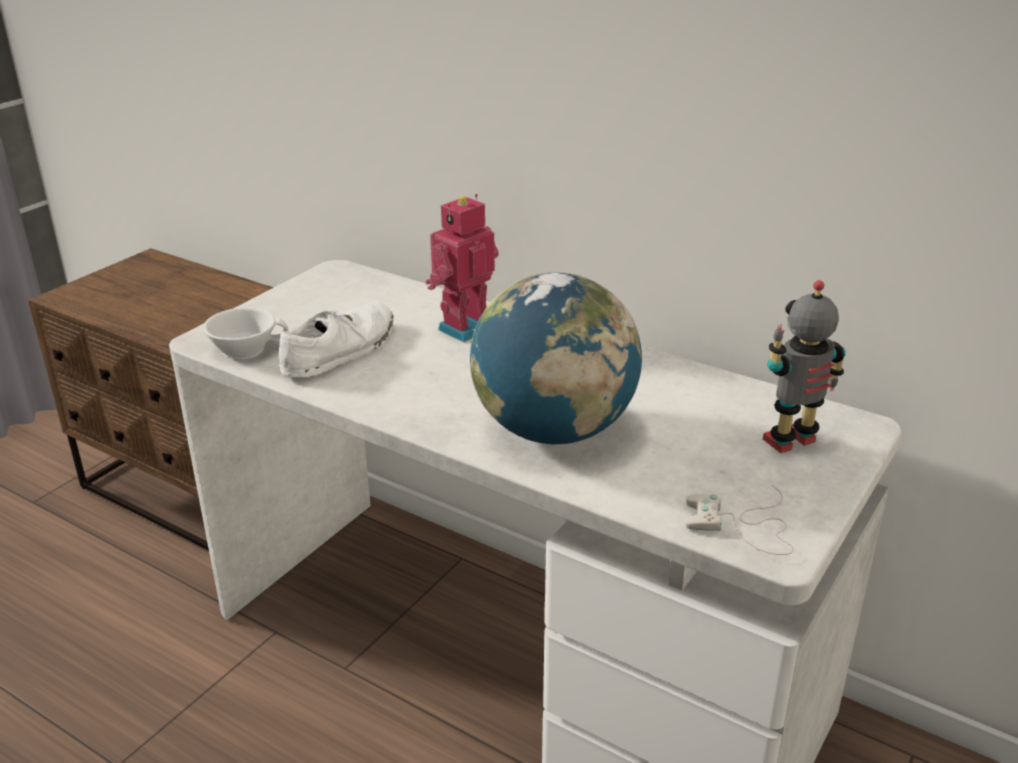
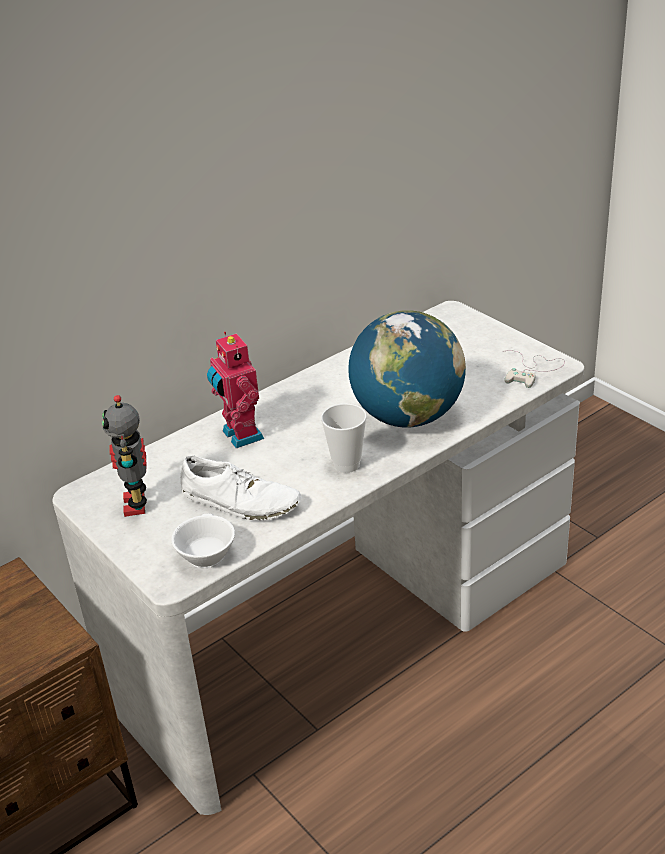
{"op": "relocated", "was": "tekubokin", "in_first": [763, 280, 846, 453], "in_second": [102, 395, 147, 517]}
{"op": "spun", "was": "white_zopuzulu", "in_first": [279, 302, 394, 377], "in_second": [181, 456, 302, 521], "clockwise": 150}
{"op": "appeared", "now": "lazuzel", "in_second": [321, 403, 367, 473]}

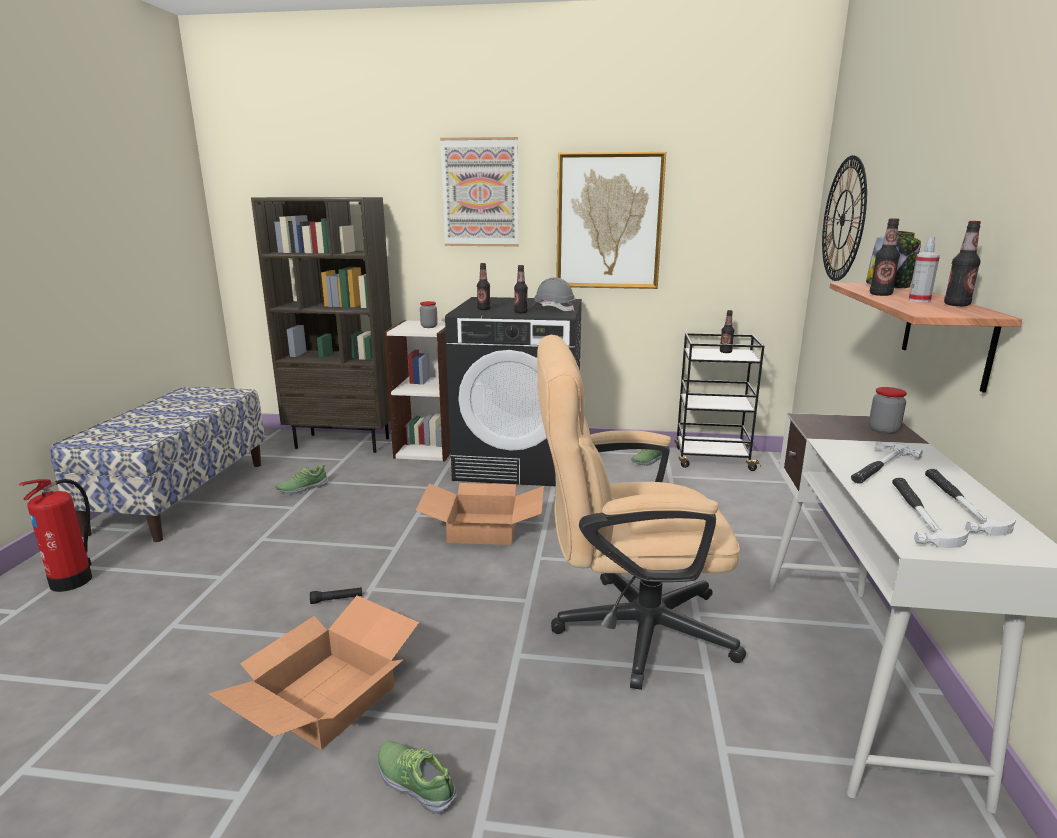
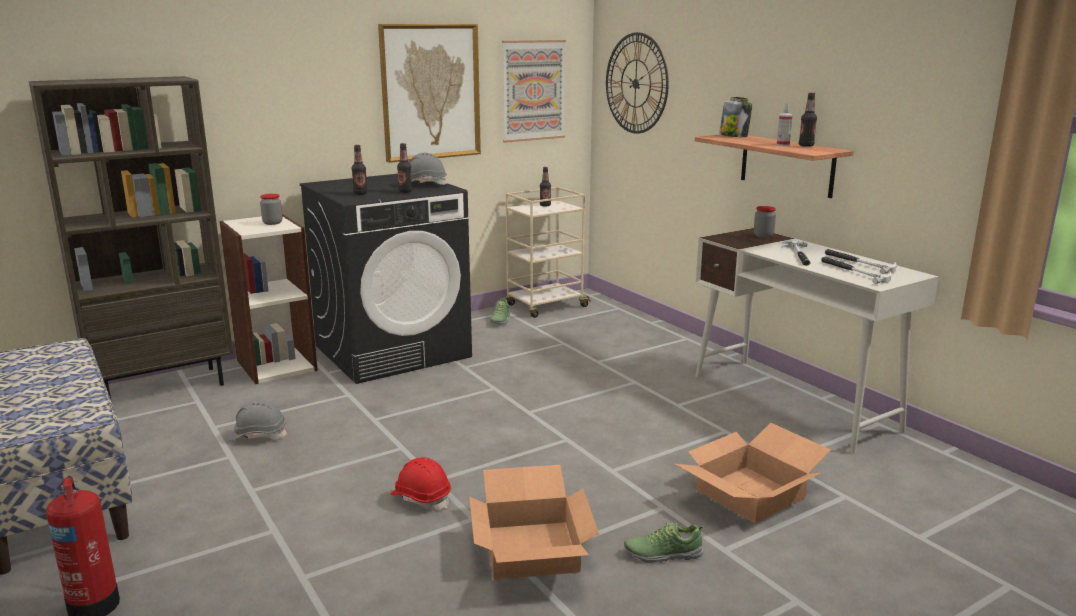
{"op": "appeared", "now": "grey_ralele", "in_second": [228, 399, 288, 441]}
{"op": "exchanged", "was": "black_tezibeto", "now": "red_ralele", "in_first": [310, 587, 362, 604], "in_second": [390, 457, 451, 511]}
{"op": "relocated", "was": "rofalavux", "in_first": [440, 137, 518, 246], "in_second": [502, 40, 566, 143]}
{"op": "colour", "was": "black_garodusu", "now": "beige_garodusu", "in_first": [675, 333, 764, 471], "in_second": [505, 187, 591, 318]}
{"op": "relocated", "was": "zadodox", "in_first": [416, 483, 544, 545], "in_second": [675, 423, 831, 524]}
{"op": "missing", "was": "zopuzulu", "in_first": [275, 465, 328, 494]}
{"op": "missing", "was": "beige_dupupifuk", "in_first": [537, 335, 746, 690]}
{"op": "missing", "was": "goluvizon", "in_first": [870, 218, 900, 296]}

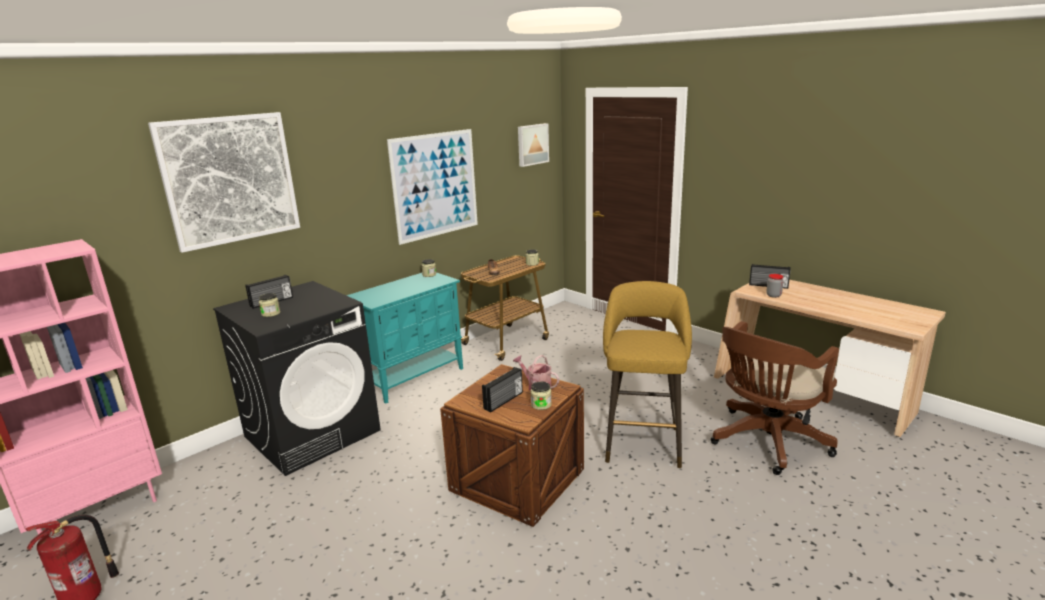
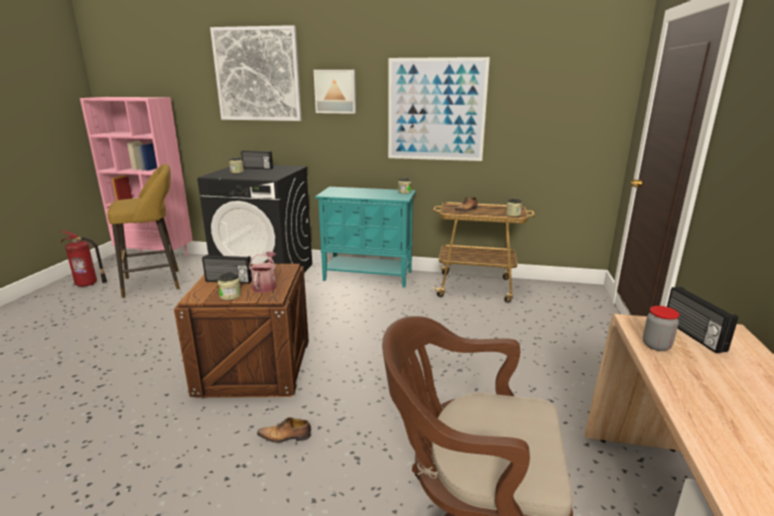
{"op": "relocated", "was": "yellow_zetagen", "in_first": [603, 281, 692, 468], "in_second": [107, 164, 180, 298]}
{"op": "appeared", "now": "zopuzulu", "in_second": [257, 417, 311, 443]}
{"op": "relocated", "was": "rofalavux", "in_first": [518, 123, 549, 167], "in_second": [314, 70, 356, 114]}

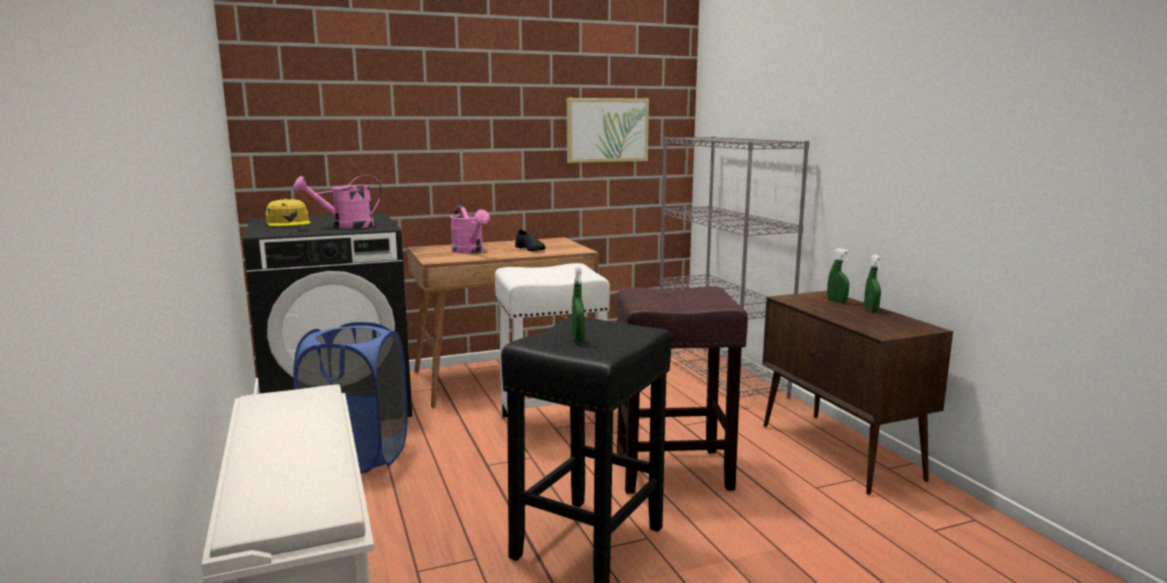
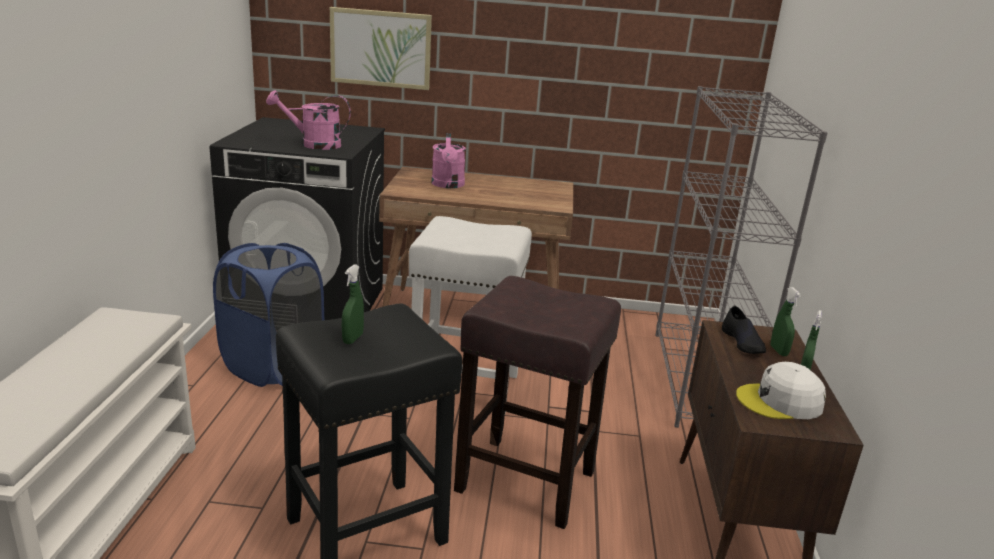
{"op": "relocated", "was": "rofalavux", "in_first": [567, 98, 649, 163], "in_second": [330, 7, 432, 90]}
{"op": "relocated", "was": "black_zopuzulu", "in_first": [515, 229, 546, 251], "in_second": [722, 306, 766, 354]}
{"op": "appeared", "now": "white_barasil", "in_second": [736, 362, 826, 419]}
{"op": "missing", "was": "yellow_barasil", "in_first": [265, 199, 311, 227]}

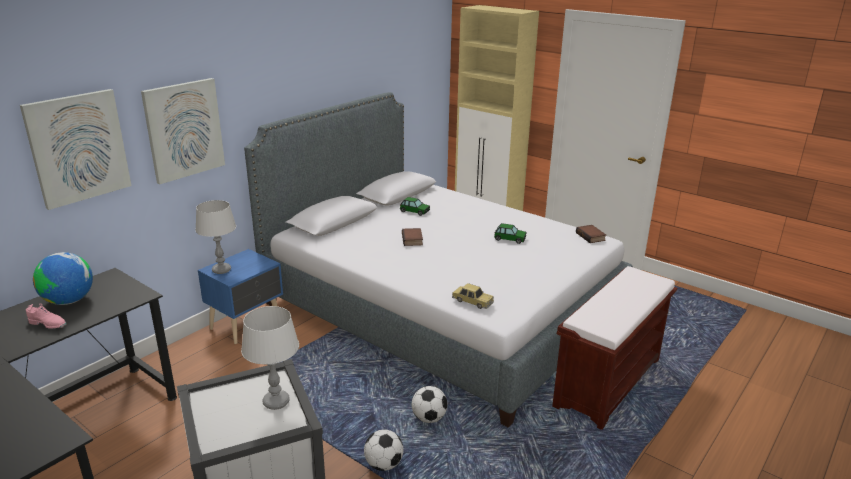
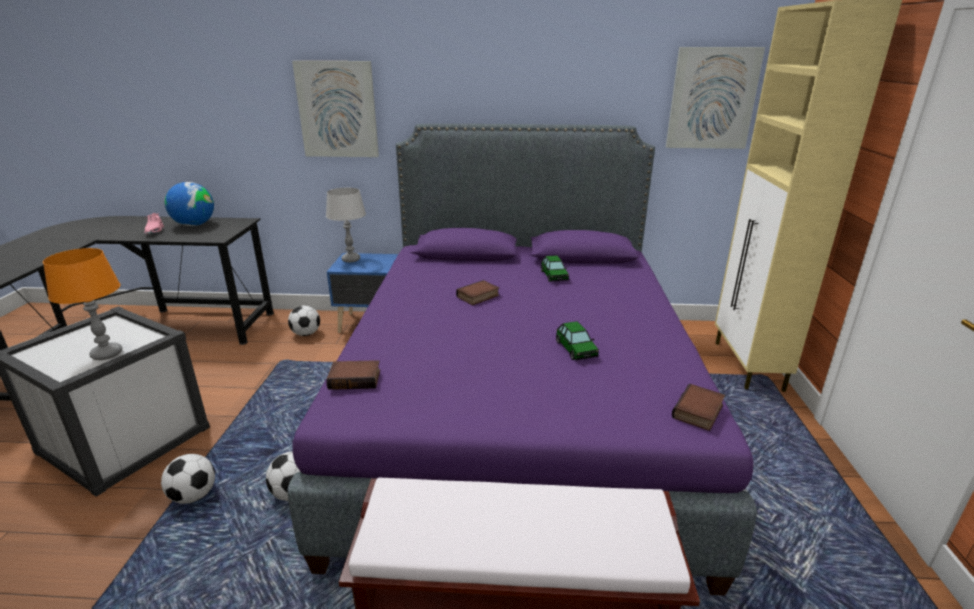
{"op": "colour", "was": "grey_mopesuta", "now": "orange_mopesuta", "in_first": [241, 306, 299, 410], "in_second": [43, 248, 123, 360]}
{"op": "colour", "was": "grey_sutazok", "now": "purple_sutazok", "in_first": [244, 92, 633, 428], "in_second": [288, 124, 757, 596]}
{"op": "appeared", "now": "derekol", "in_second": [288, 306, 320, 336]}
{"op": "exchanged", "was": "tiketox", "now": "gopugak", "in_first": [452, 283, 494, 309], "in_second": [326, 360, 380, 390]}
{"op": "relocated", "was": "rofalavux", "in_first": [20, 89, 132, 210], "in_second": [666, 47, 765, 149]}

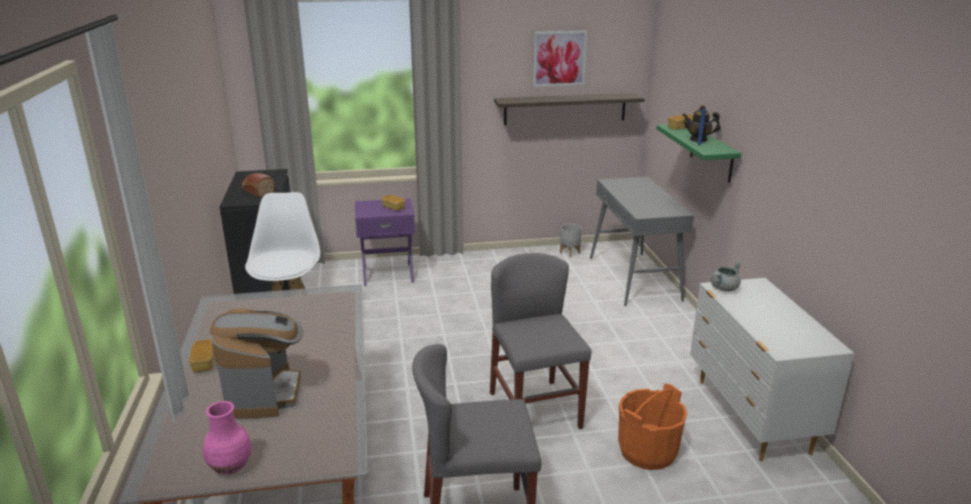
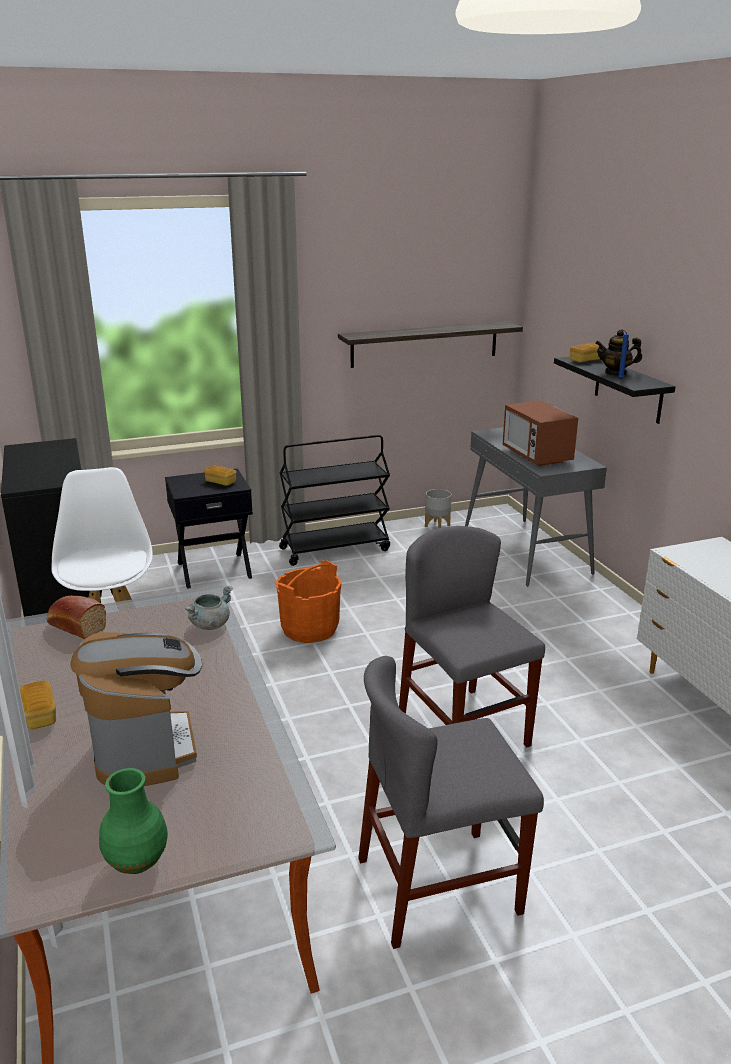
{"op": "relocated", "was": "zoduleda", "in_first": [242, 173, 274, 198], "in_second": [46, 596, 106, 639]}
{"op": "colour", "was": "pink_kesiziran", "now": "green_kesiziran", "in_first": [203, 401, 252, 475], "in_second": [99, 768, 168, 874]}
{"op": "colour", "was": "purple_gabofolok", "now": "black_gabofolok", "in_first": [355, 198, 415, 286], "in_second": [165, 469, 253, 589]}
{"op": "relocated", "was": "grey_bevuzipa", "in_first": [711, 262, 742, 292], "in_second": [185, 585, 233, 630]}
{"op": "relocated", "was": "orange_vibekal", "in_first": [618, 383, 687, 470], "in_second": [276, 560, 341, 643]}
{"op": "appeared", "now": "black_garodusu", "in_second": [279, 435, 390, 566]}
{"op": "appeared", "now": "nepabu", "in_second": [502, 401, 578, 466]}
{"op": "colour", "was": "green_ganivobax", "now": "black_ganivobax", "in_first": [656, 124, 741, 183], "in_second": [554, 357, 675, 424]}
{"op": "missing", "was": "rofalavux", "in_first": [533, 31, 587, 87]}

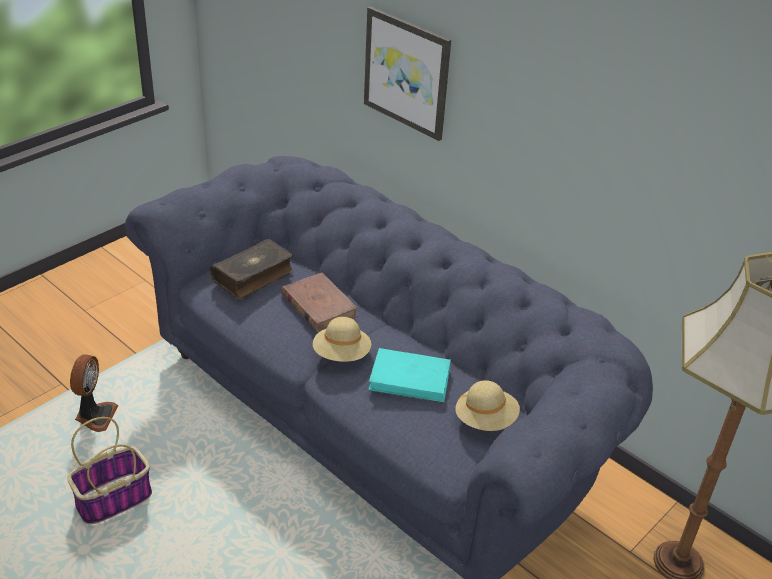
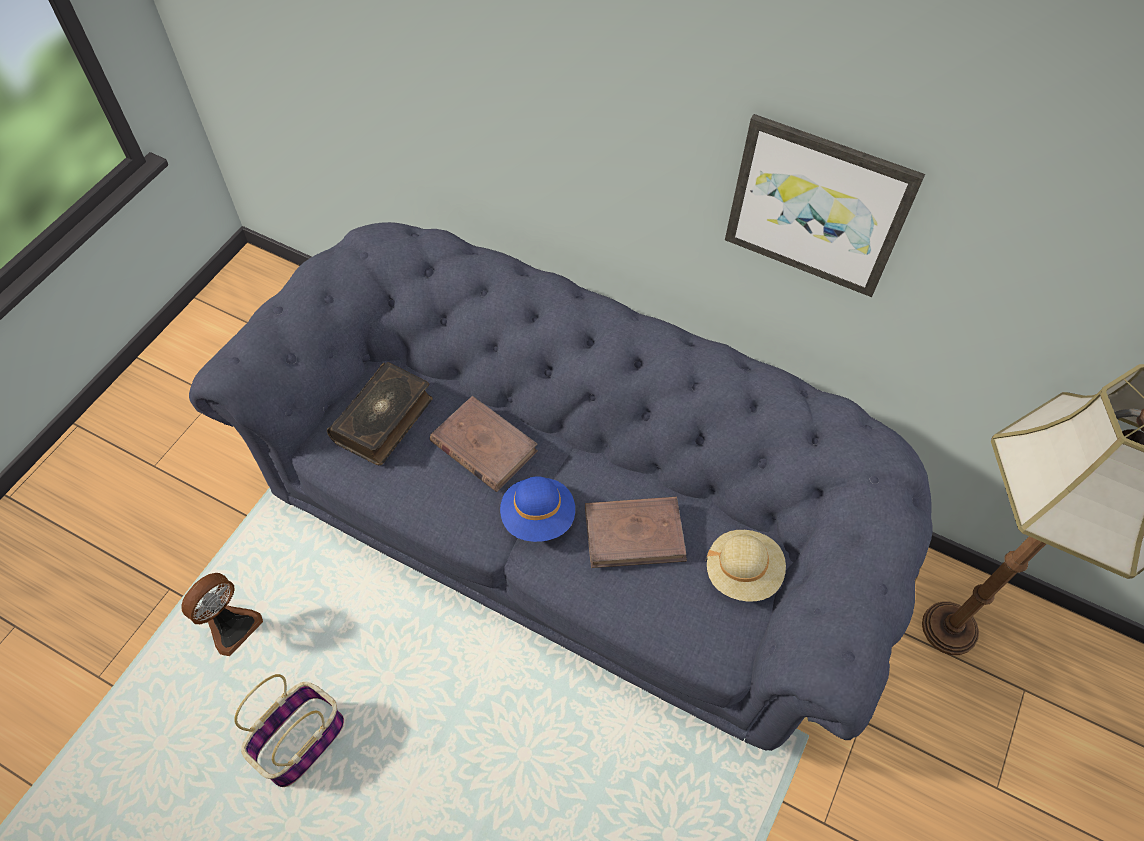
{"op": "spun", "was": "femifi", "in_first": [70, 355, 118, 432], "in_second": [181, 573, 263, 656], "clockwise": 45}
{"op": "colour", "was": "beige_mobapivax", "now": "blue_mobapivax", "in_first": [313, 317, 371, 362], "in_second": [500, 476, 575, 542]}
{"op": "colour", "was": "turquoise_gopugak", "now": "brown_gopugak", "in_first": [369, 348, 451, 403], "in_second": [585, 497, 687, 568]}
{"op": "relocated", "was": "rofalavux", "in_first": [364, 6, 451, 141], "in_second": [725, 114, 925, 297]}

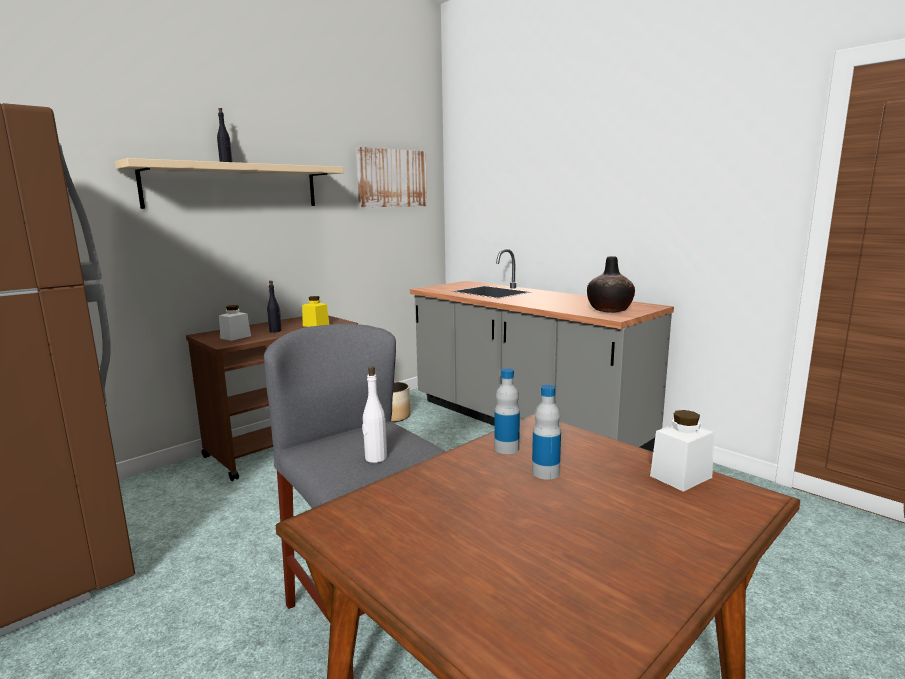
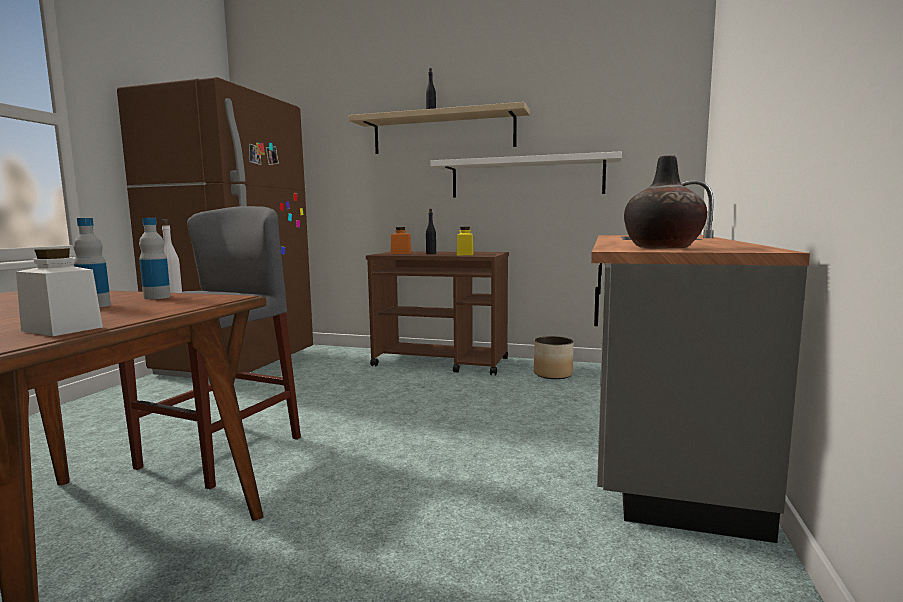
{"op": "colour", "was": "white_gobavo", "now": "orange_gobavo", "in_first": [219, 305, 251, 341], "in_second": [391, 227, 412, 254]}
{"op": "appeared", "now": "white_ganivobax", "in_second": [430, 151, 622, 198]}
{"op": "missing", "was": "rofalavux", "in_first": [356, 147, 427, 207]}

